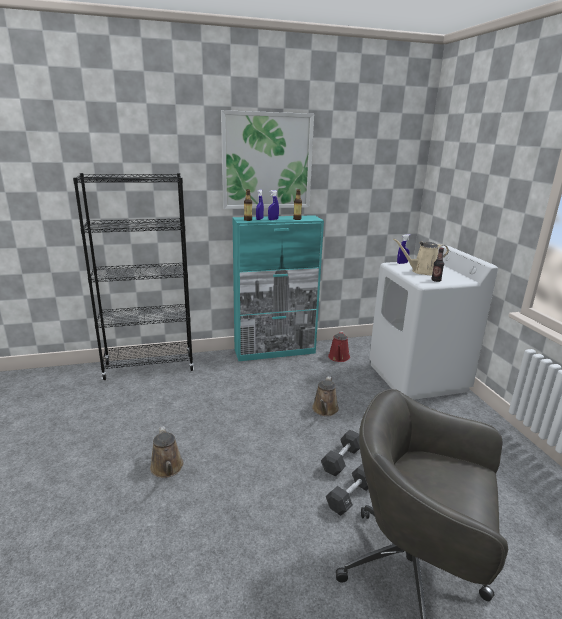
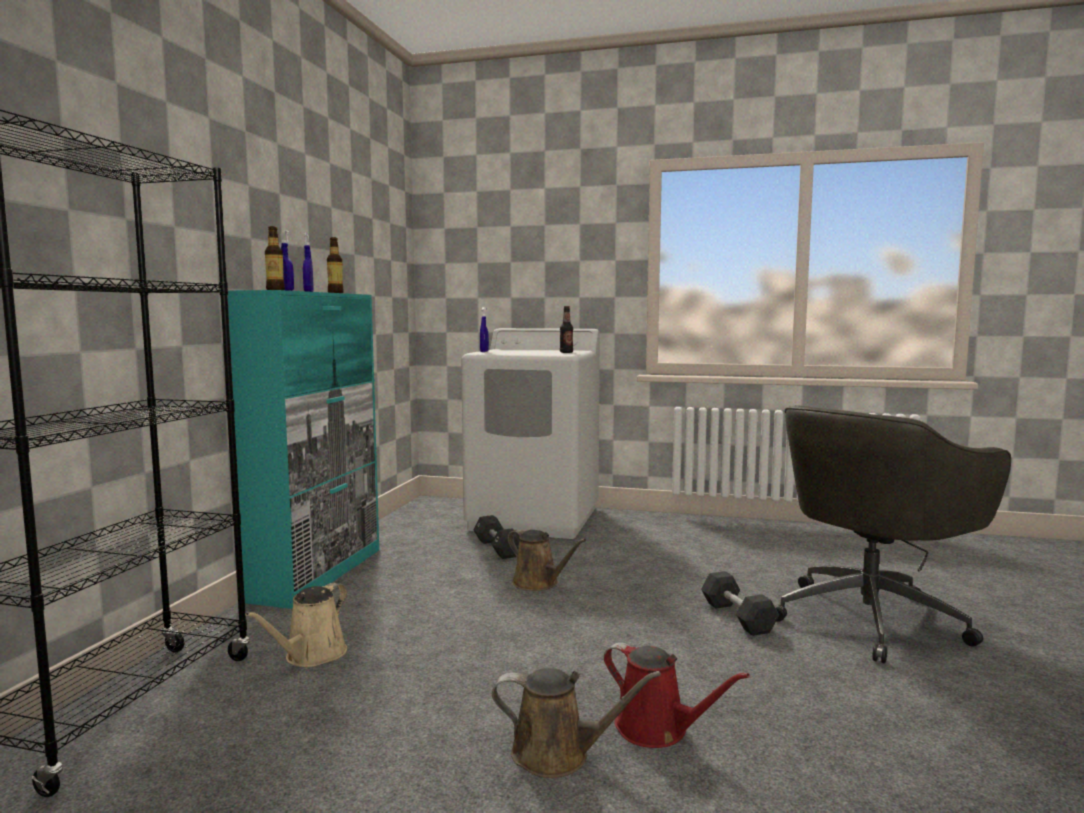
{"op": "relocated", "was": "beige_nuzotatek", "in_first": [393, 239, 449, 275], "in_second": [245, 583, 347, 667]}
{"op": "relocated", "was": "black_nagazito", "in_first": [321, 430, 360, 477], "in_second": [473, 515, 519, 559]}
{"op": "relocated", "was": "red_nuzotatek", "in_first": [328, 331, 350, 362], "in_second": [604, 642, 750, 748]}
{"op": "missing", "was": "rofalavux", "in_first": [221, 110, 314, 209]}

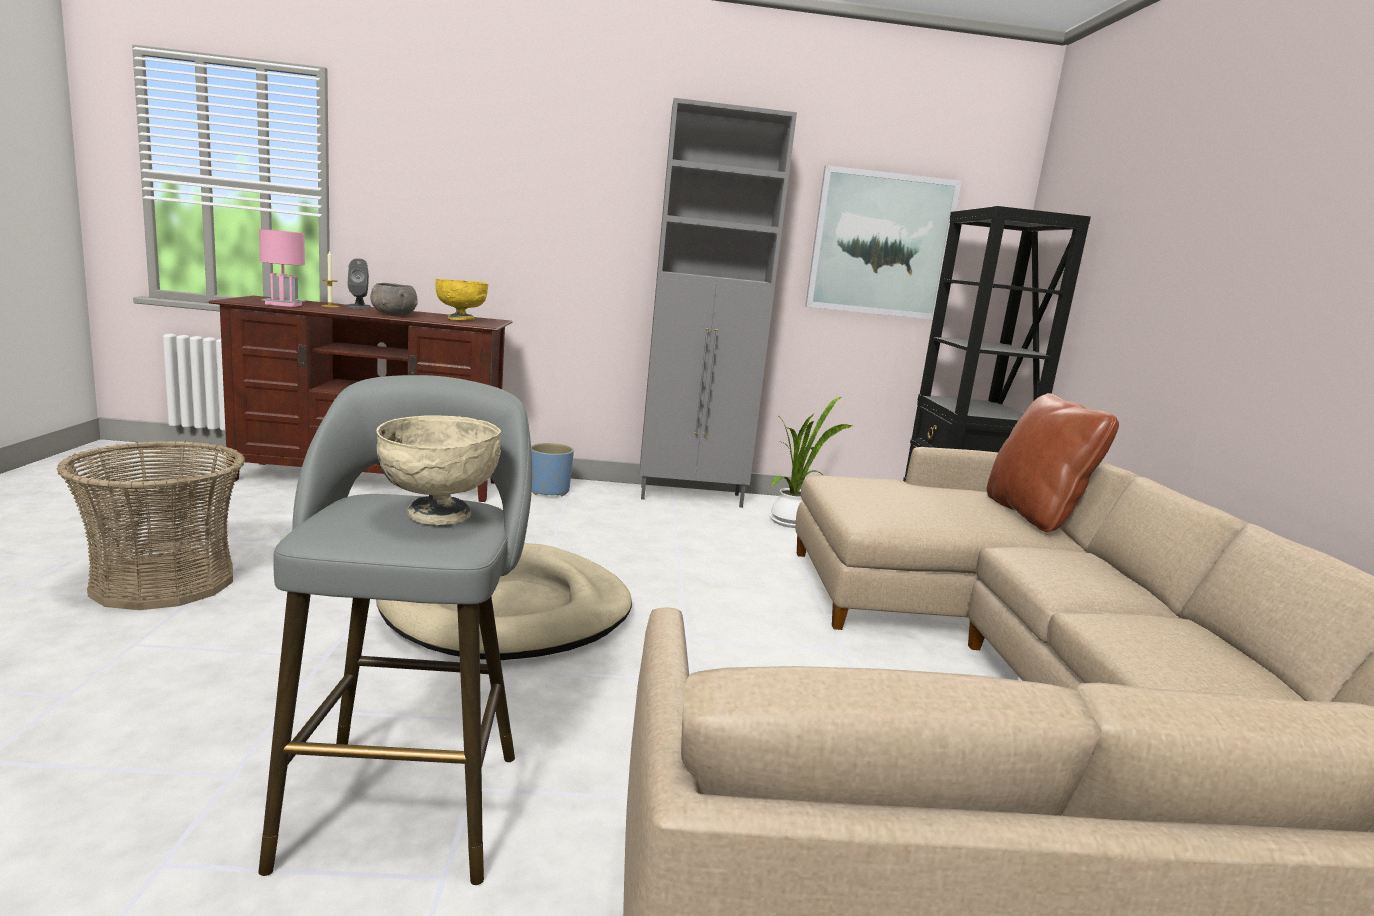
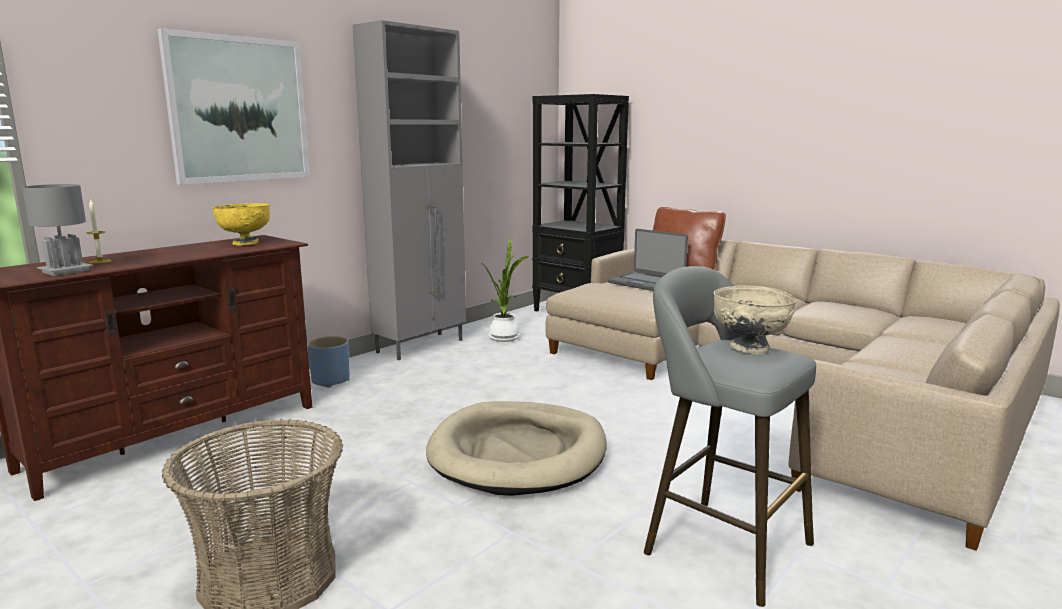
{"op": "colour", "was": "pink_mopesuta", "now": "grey_mopesuta", "in_first": [259, 229, 305, 307], "in_second": [22, 184, 93, 276]}
{"op": "relocated", "was": "rofalavux", "in_first": [805, 165, 962, 320], "in_second": [157, 28, 310, 185]}
{"op": "appeared", "now": "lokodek", "in_second": [608, 229, 688, 291]}
{"op": "missing", "was": "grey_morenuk", "in_first": [347, 258, 371, 309]}
{"op": "missing", "was": "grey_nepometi", "in_first": [370, 283, 418, 316]}

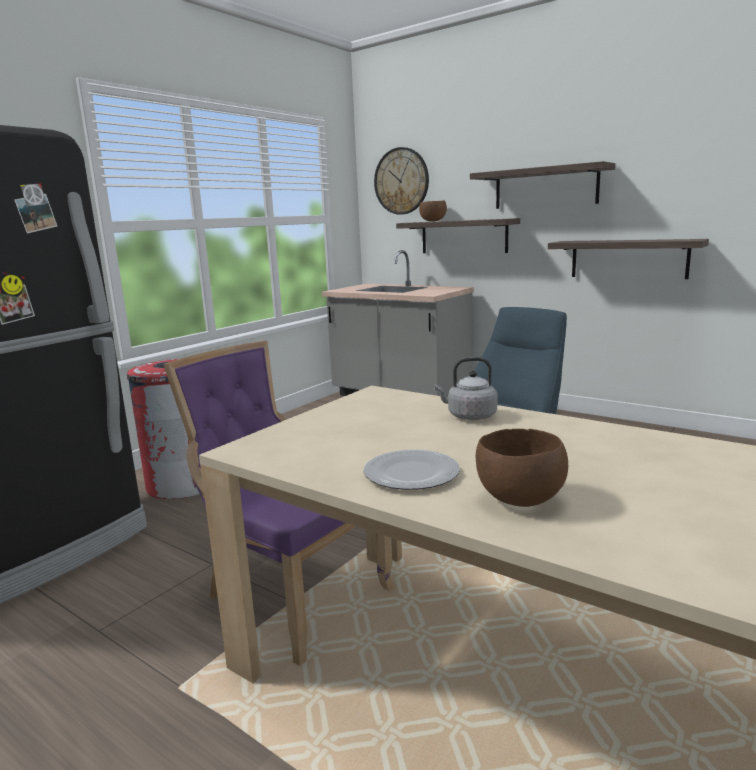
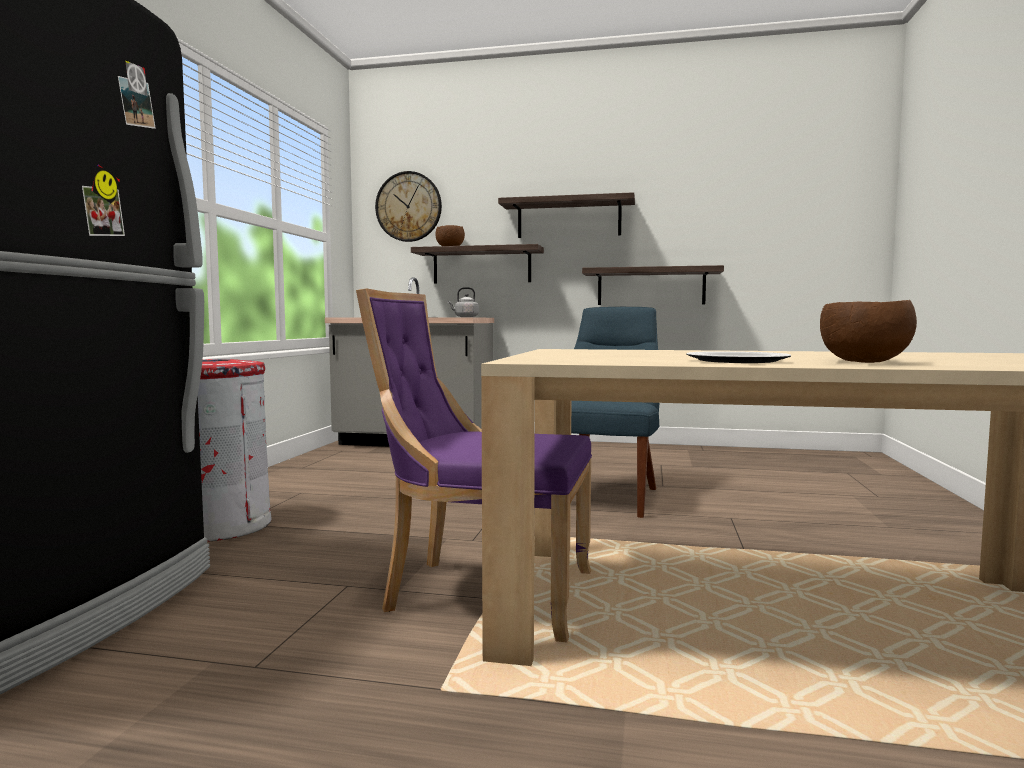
{"op": "relocated", "was": "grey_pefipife", "in_first": [434, 357, 498, 420], "in_second": [448, 287, 479, 317]}

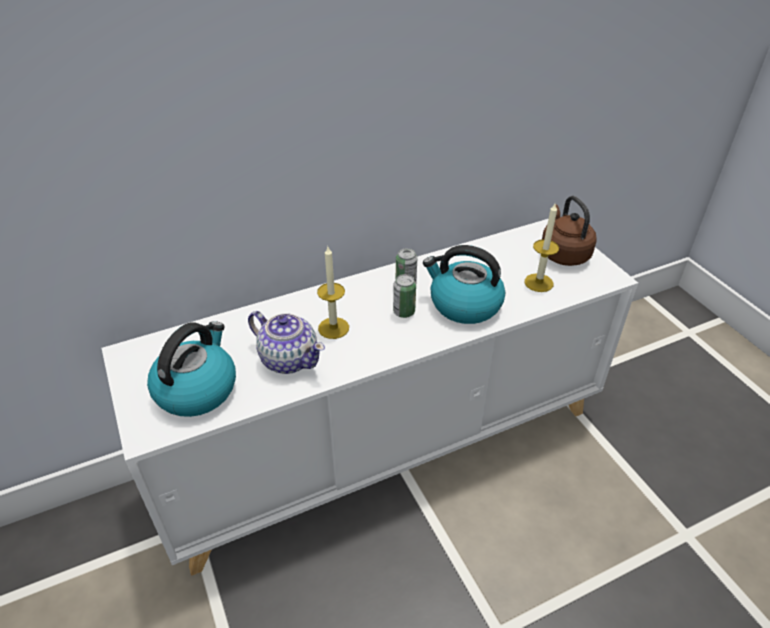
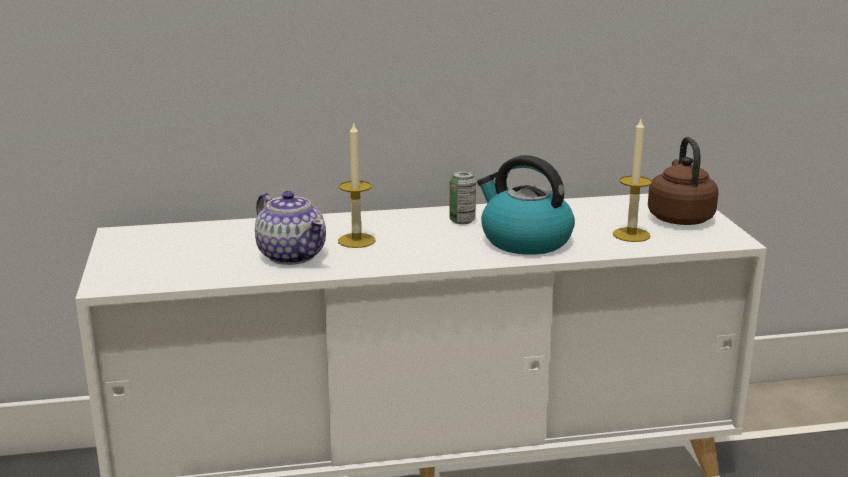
{"op": "missing", "was": "pefipife", "in_first": [147, 321, 236, 417]}
{"op": "missing", "was": "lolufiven", "in_first": [393, 274, 416, 318]}

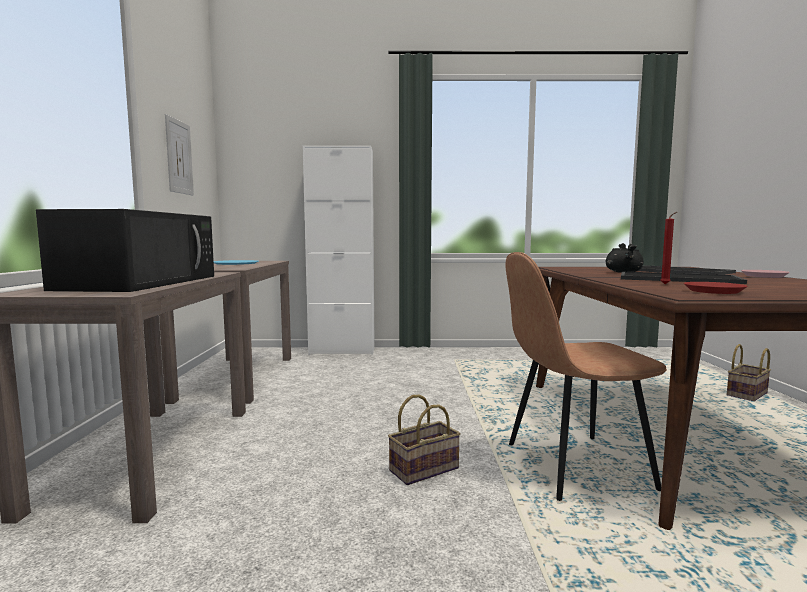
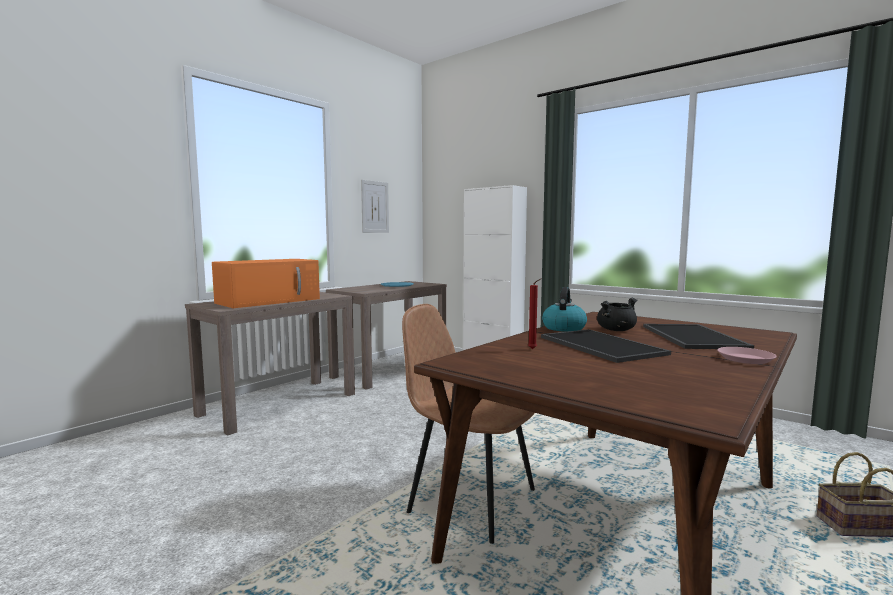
{"op": "colour", "was": "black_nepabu", "now": "orange_nepabu", "in_first": [36, 209, 214, 292], "in_second": [212, 259, 320, 308]}
{"op": "appeared", "now": "pefipife", "in_second": [542, 287, 587, 332]}
{"op": "missing", "was": "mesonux", "in_first": [388, 394, 461, 485]}
{"op": "missing", "was": "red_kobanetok", "in_first": [684, 282, 747, 294]}

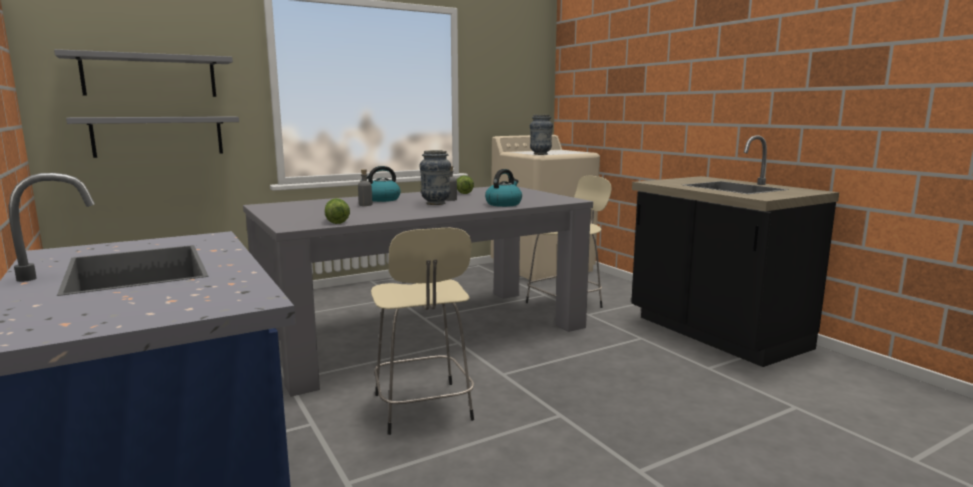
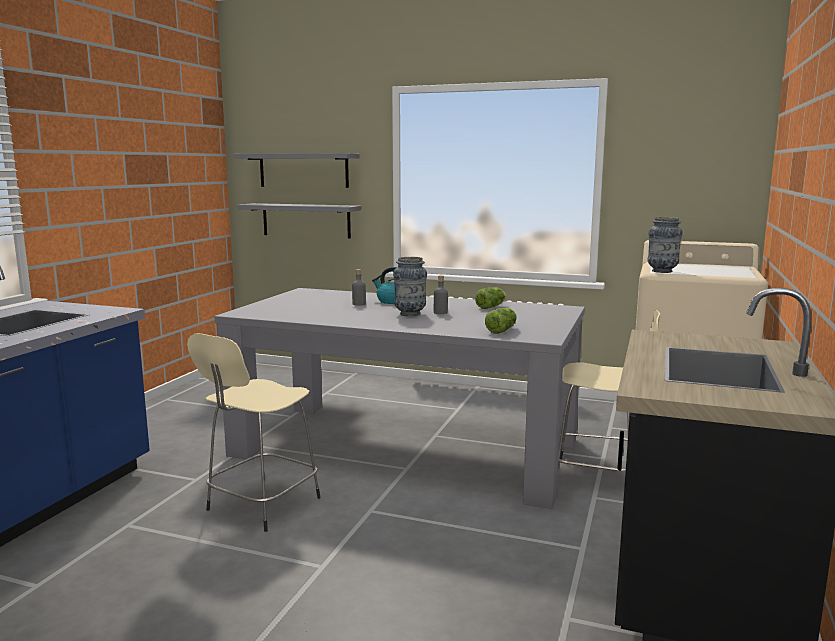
{"op": "relocated", "was": "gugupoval", "in_first": [325, 198, 350, 224], "in_second": [485, 307, 517, 334]}
{"op": "missing", "was": "pefipife", "in_first": [485, 169, 522, 207]}

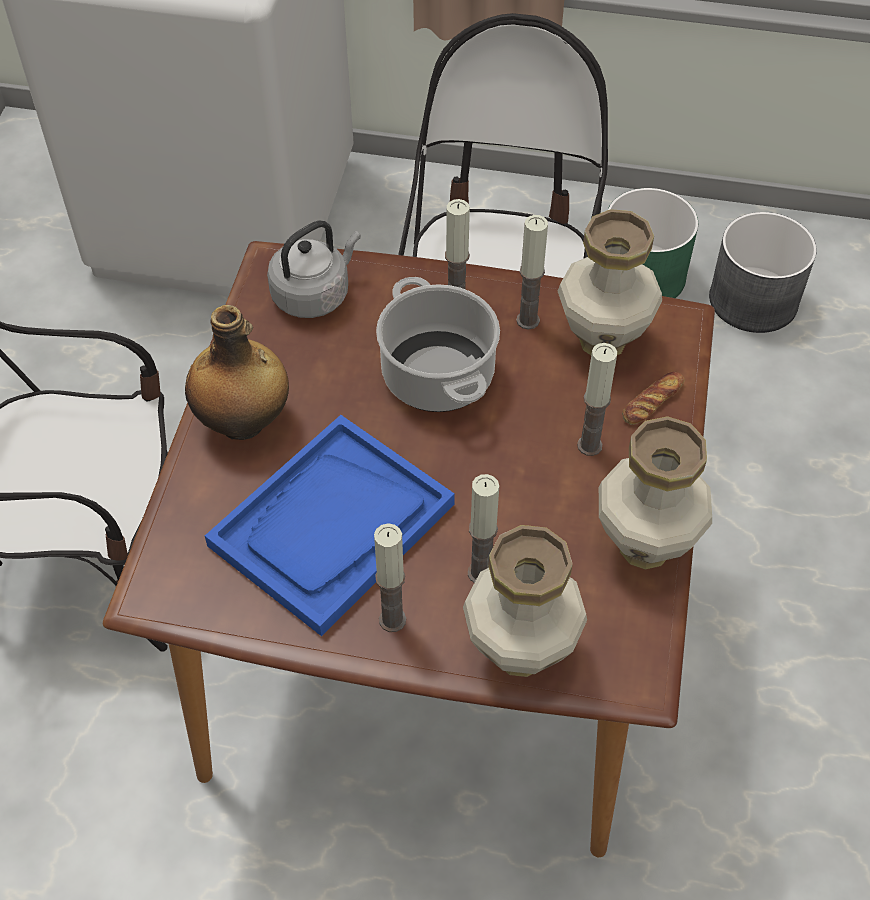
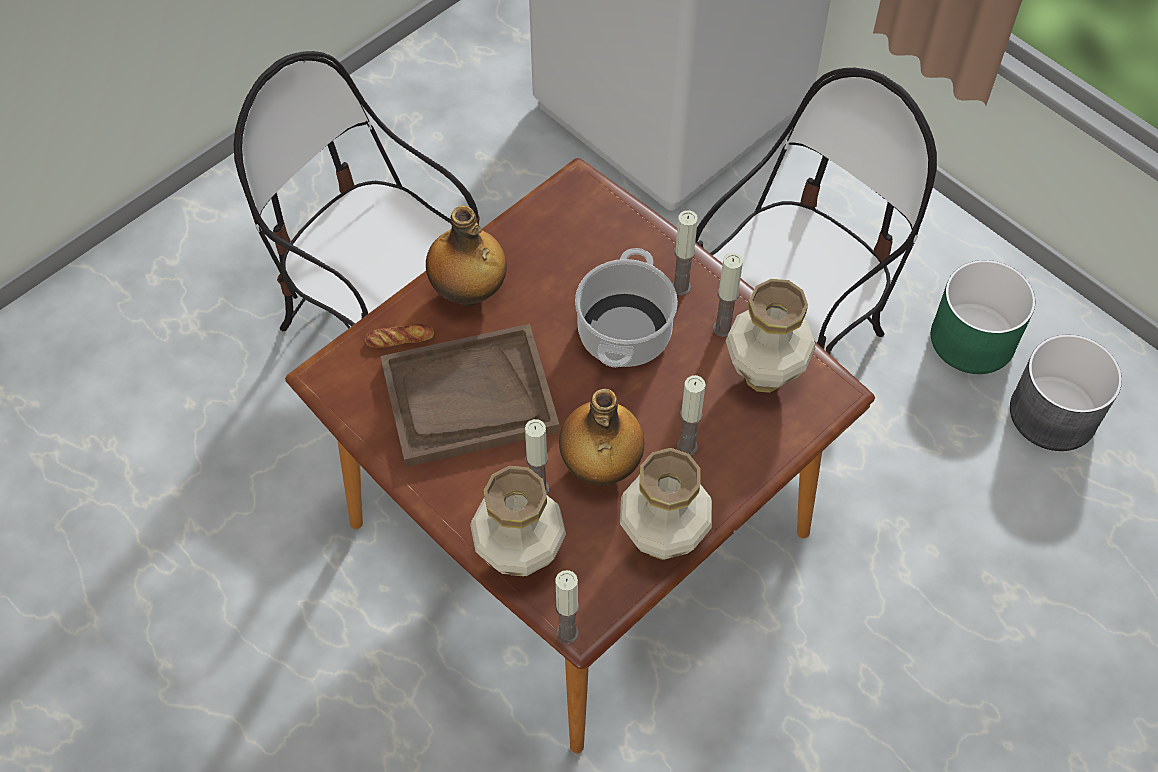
{"op": "relocated", "was": "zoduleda", "in_first": [622, 371, 685, 425], "in_second": [365, 324, 434, 347]}
{"op": "colour", "was": "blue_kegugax", "now": "brown_kegugax", "in_first": [205, 415, 455, 636], "in_second": [380, 324, 560, 467]}
{"op": "relocated", "was": "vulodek", "in_first": [374, 523, 406, 632], "in_second": [555, 570, 579, 644]}
{"op": "appeared", "now": "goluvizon", "in_second": [559, 389, 644, 485]}
{"op": "missing", "was": "grey_pefipife", "in_first": [267, 220, 361, 318]}

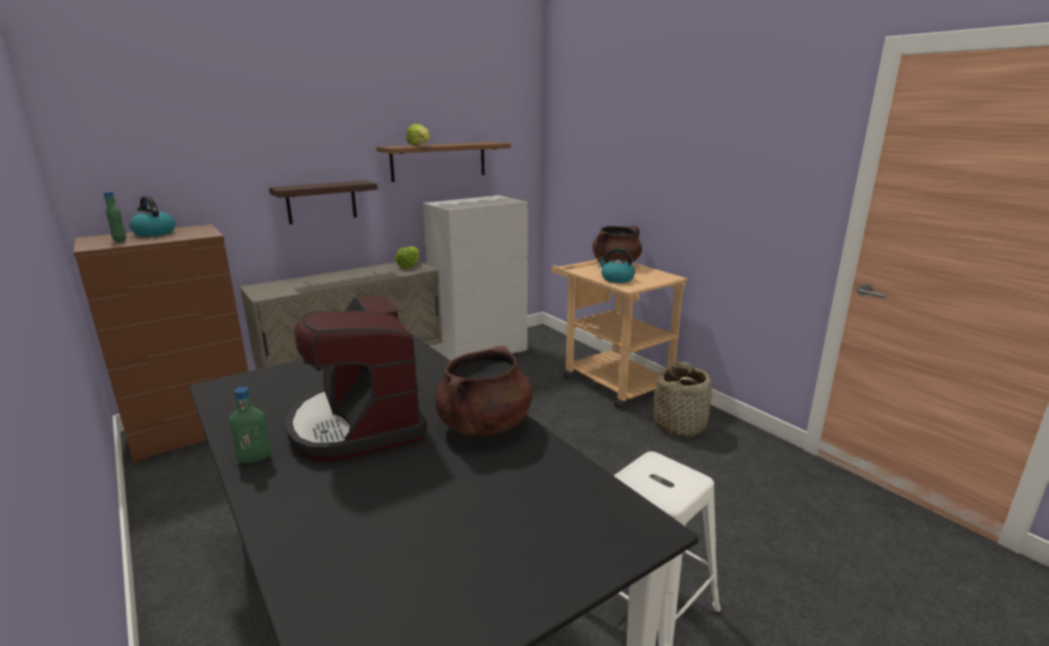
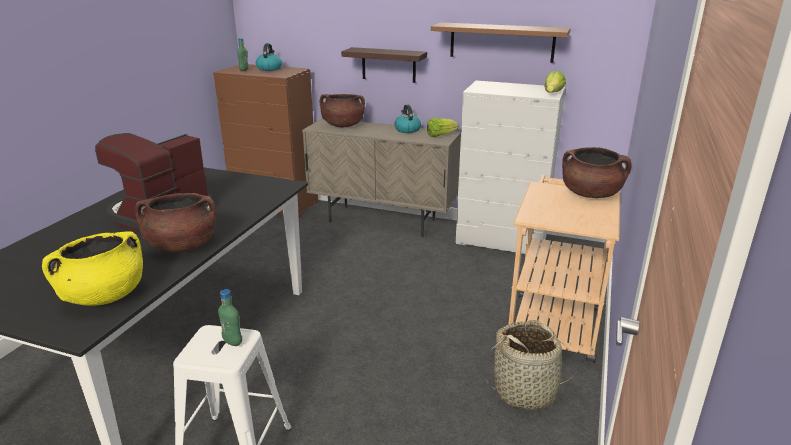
{"op": "appeared", "now": "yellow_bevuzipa", "in_second": [42, 231, 143, 306]}
{"op": "relocated", "was": "green_goluvizon", "in_first": [229, 387, 271, 463], "in_second": [218, 289, 242, 346]}
{"op": "appeared", "now": "brown_bevuzipa", "in_second": [320, 94, 365, 127]}
{"op": "relocated", "was": "pefipife", "in_first": [597, 248, 635, 283], "in_second": [394, 105, 421, 133]}
{"op": "relocated", "was": "gugupoval", "in_first": [406, 123, 430, 145], "in_second": [545, 71, 566, 93]}

